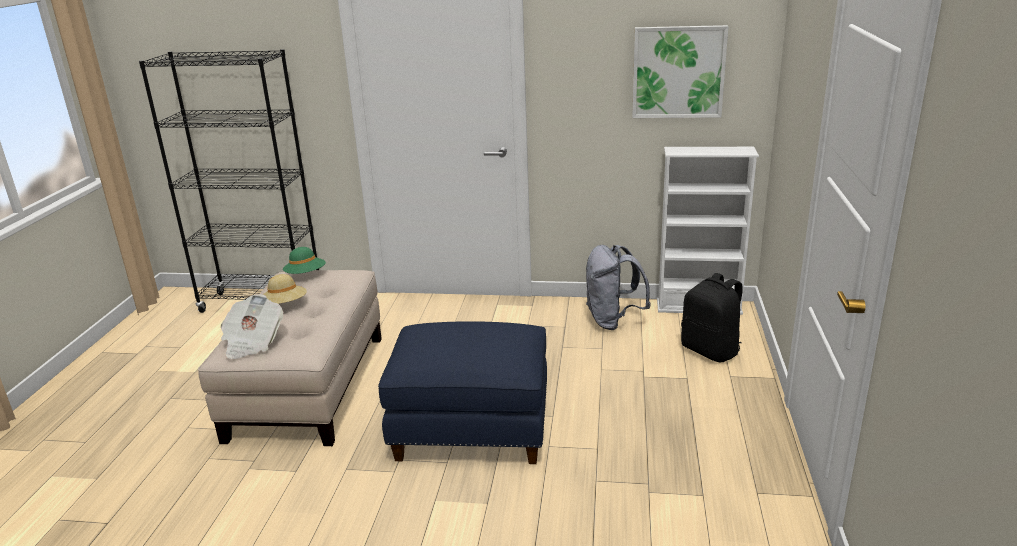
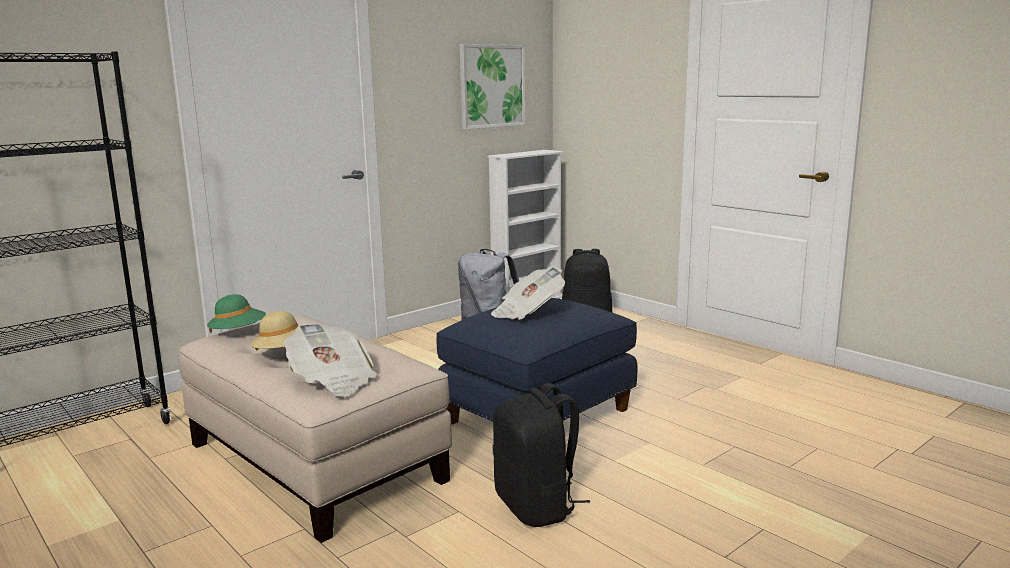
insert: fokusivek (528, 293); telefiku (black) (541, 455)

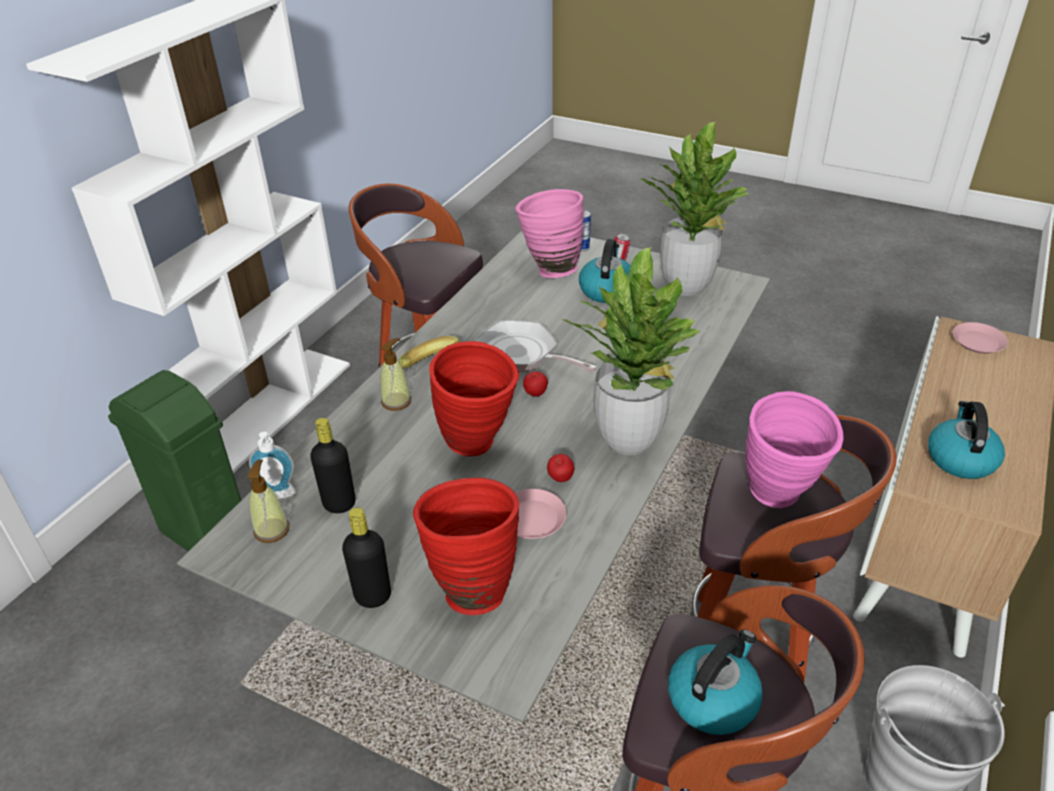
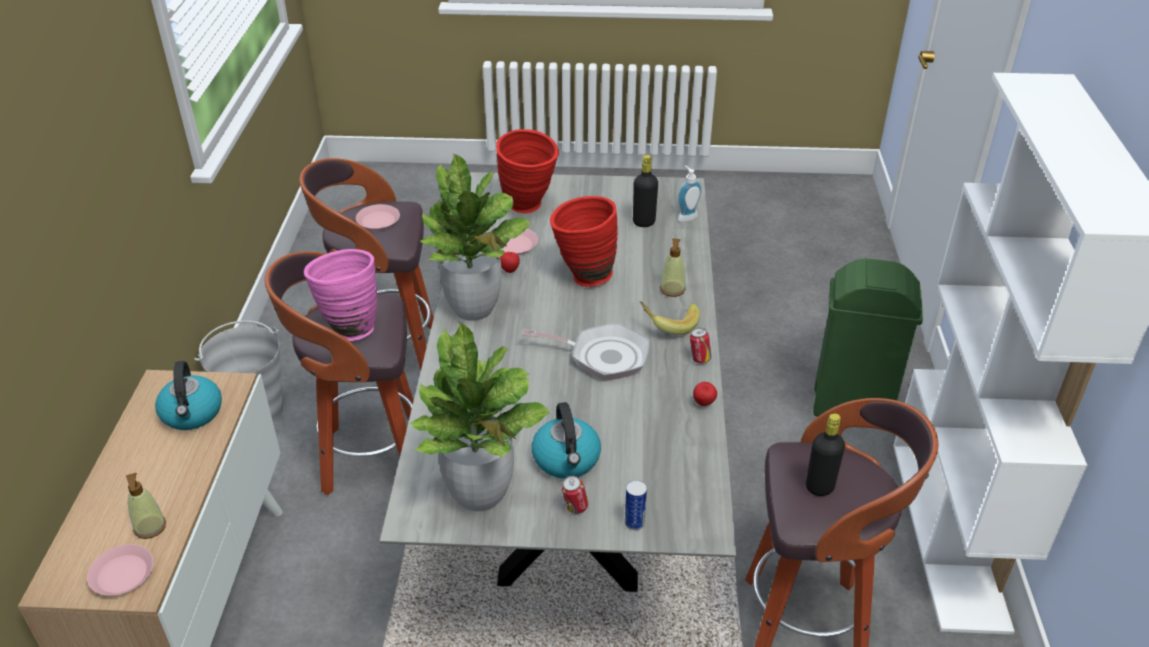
delete: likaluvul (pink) (549, 233)
insert: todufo (700, 346)
move: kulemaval (268, 501) to (146, 506); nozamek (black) (366, 557) to (825, 454); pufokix (535, 384) to (705, 394)
replace: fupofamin (715, 682) to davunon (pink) (378, 217)

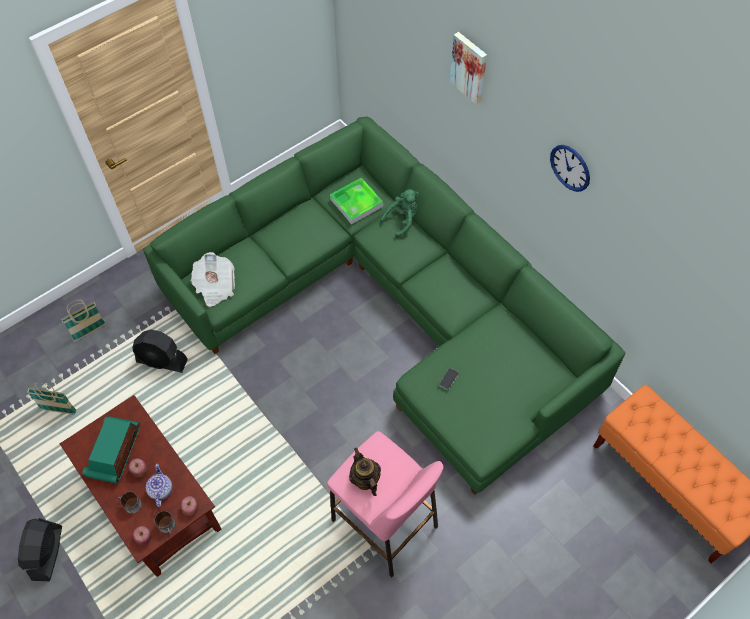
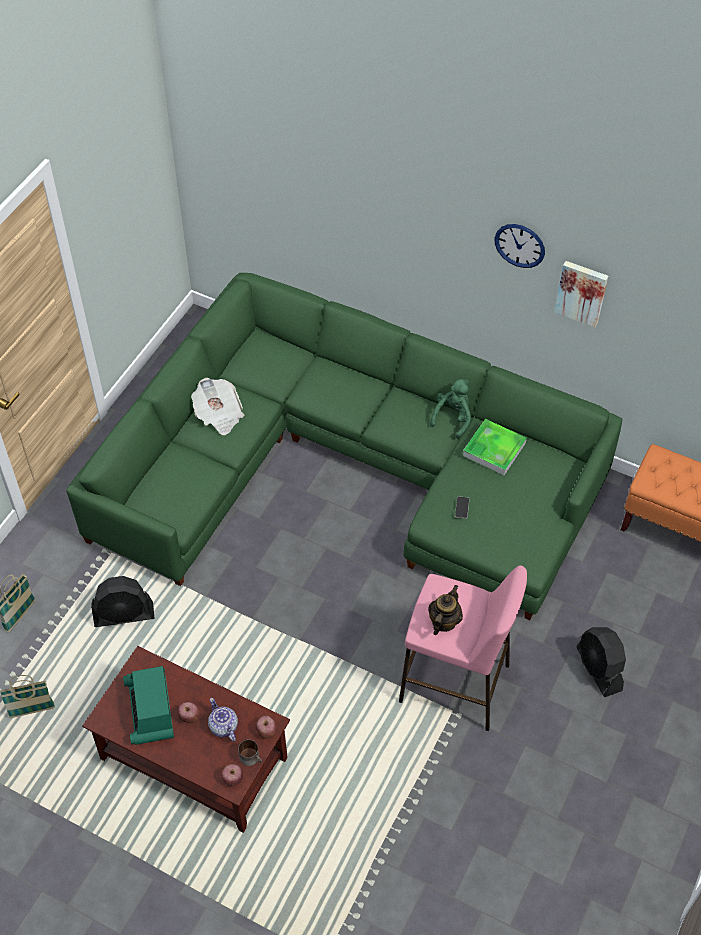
delete: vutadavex (130, 503)
move: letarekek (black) (40, 549) to (601, 662); fokusivek (213, 279) to (217, 406); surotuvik (356, 200) to (495, 447); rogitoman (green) (399, 213) to (450, 409); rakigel (468, 68) to (581, 294)
rotate: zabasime (365, 472) = (445, 610) 75 degrees clockwise

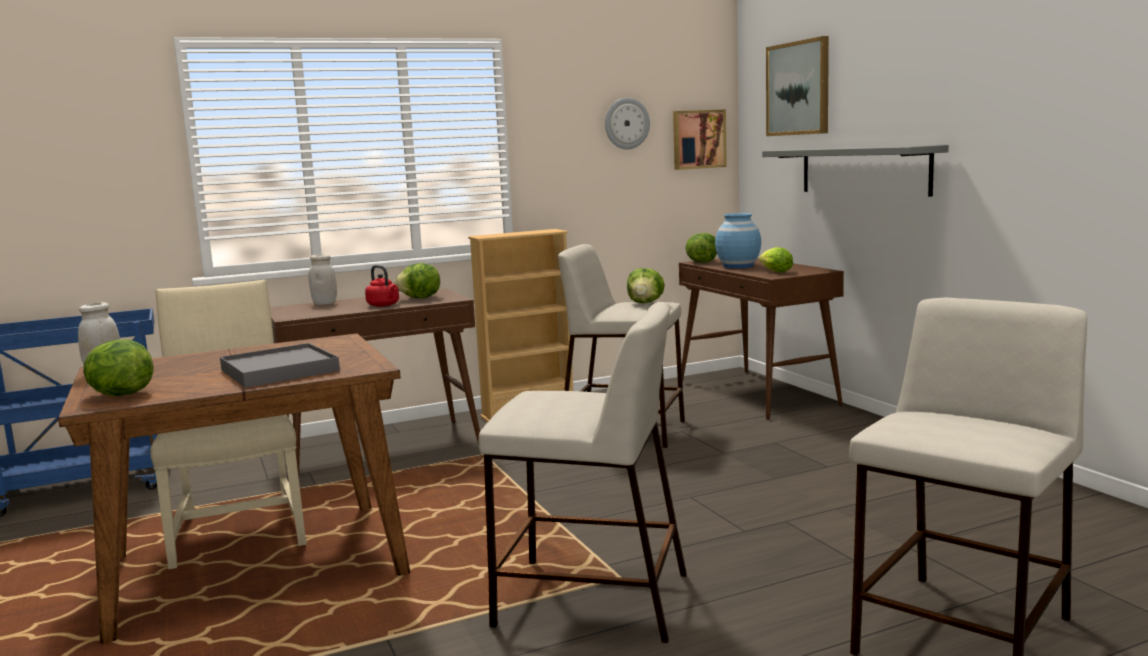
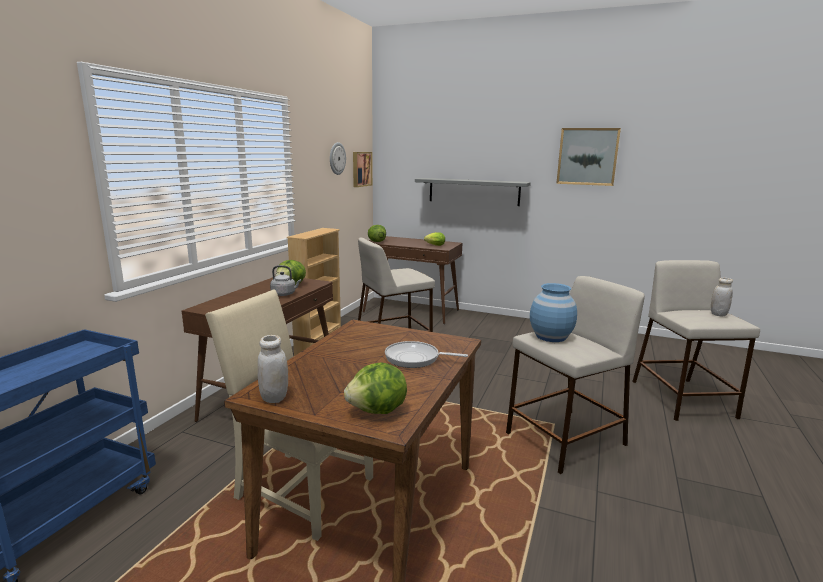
delete: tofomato (646, 285)
move: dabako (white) (323, 280) to (722, 297); likaluvul (blue) (738, 240) to (553, 312); rakigel (797, 86) to (588, 157)
replace: surotuvik (grey) (280, 365) to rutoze (426, 354)
recolor: fupofamin (red) (382, 286) to fupofamin (grey) (285, 280)

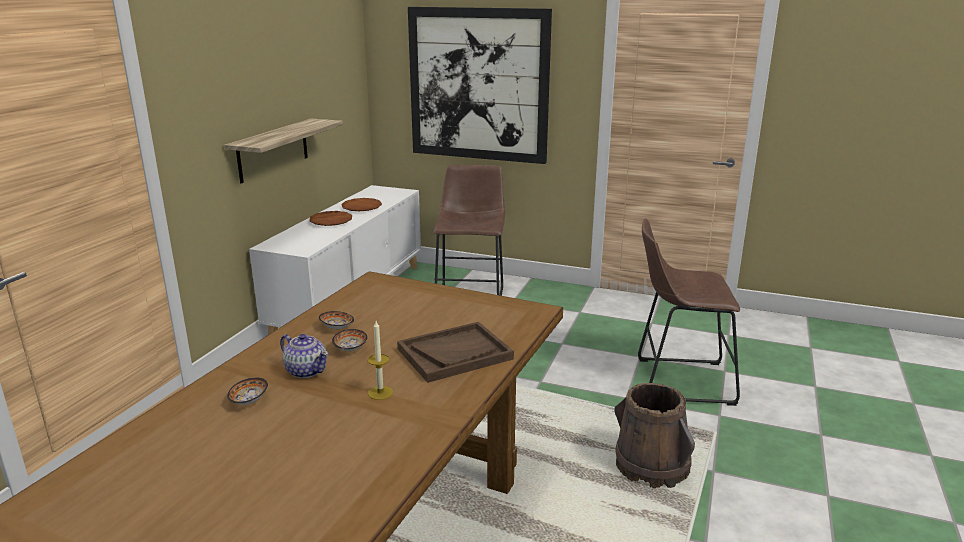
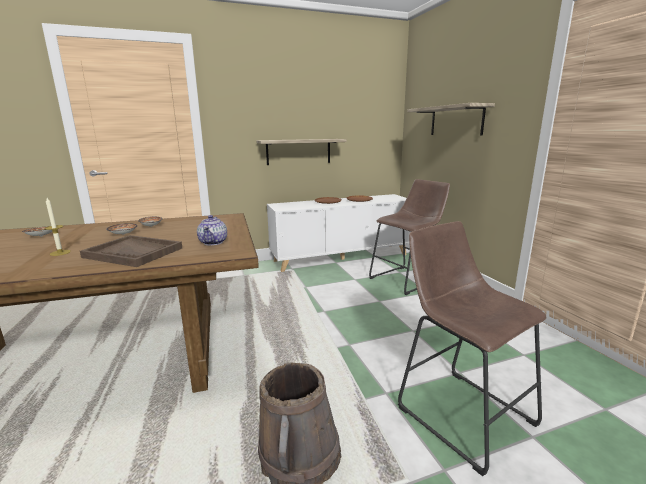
move: zabasime (304, 356) to (212, 230)
replace: rakigel (480, 85) to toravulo (451, 119)

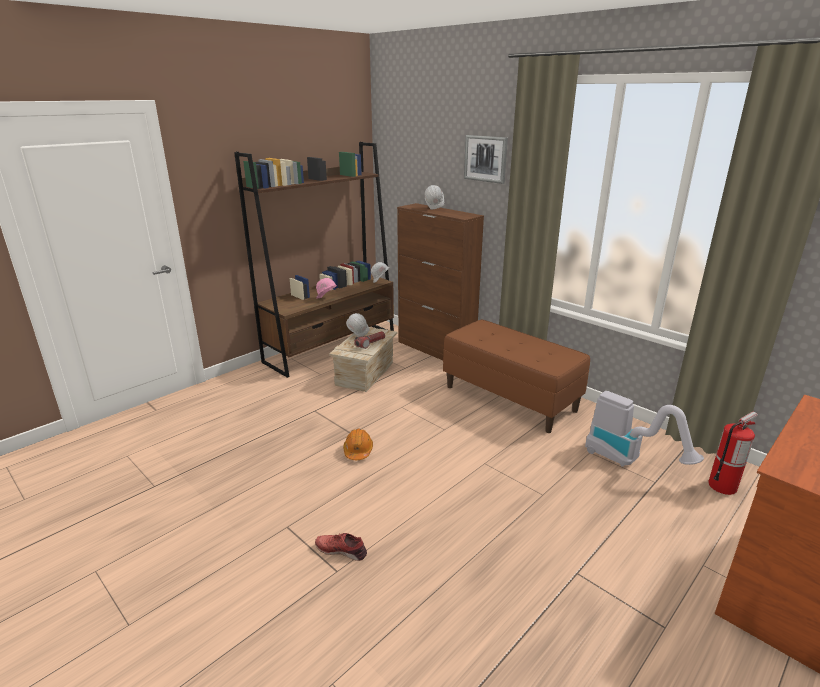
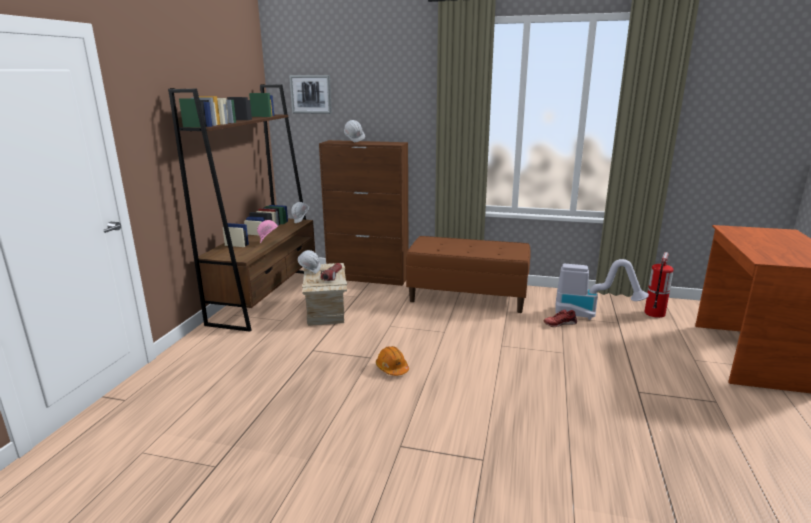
move: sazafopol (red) (341, 547) to (560, 318); rakigel (486, 159) to (310, 94)

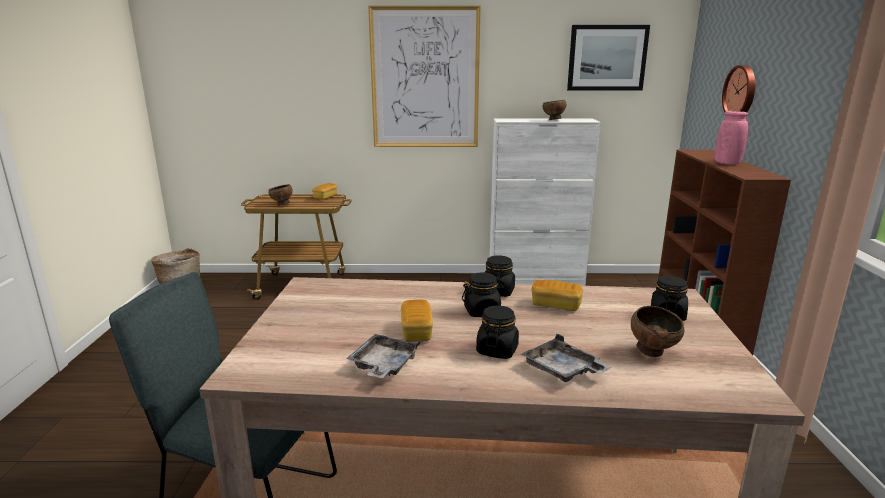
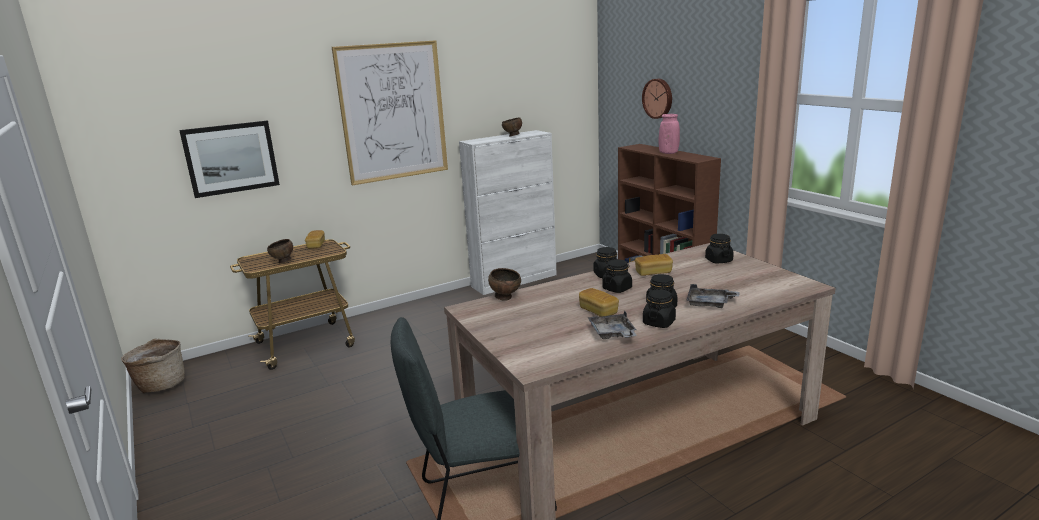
insert: dabako (black) (659, 308)
move: rakigel (608, 58) to (229, 159); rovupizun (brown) (657, 331) to (504, 284)

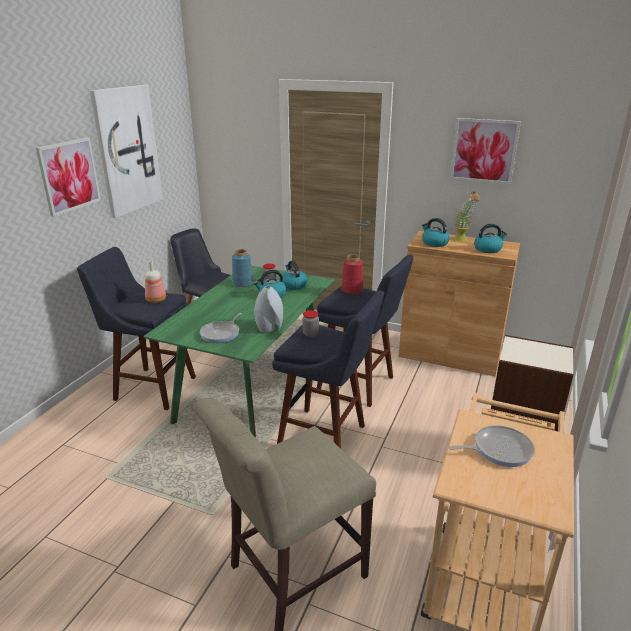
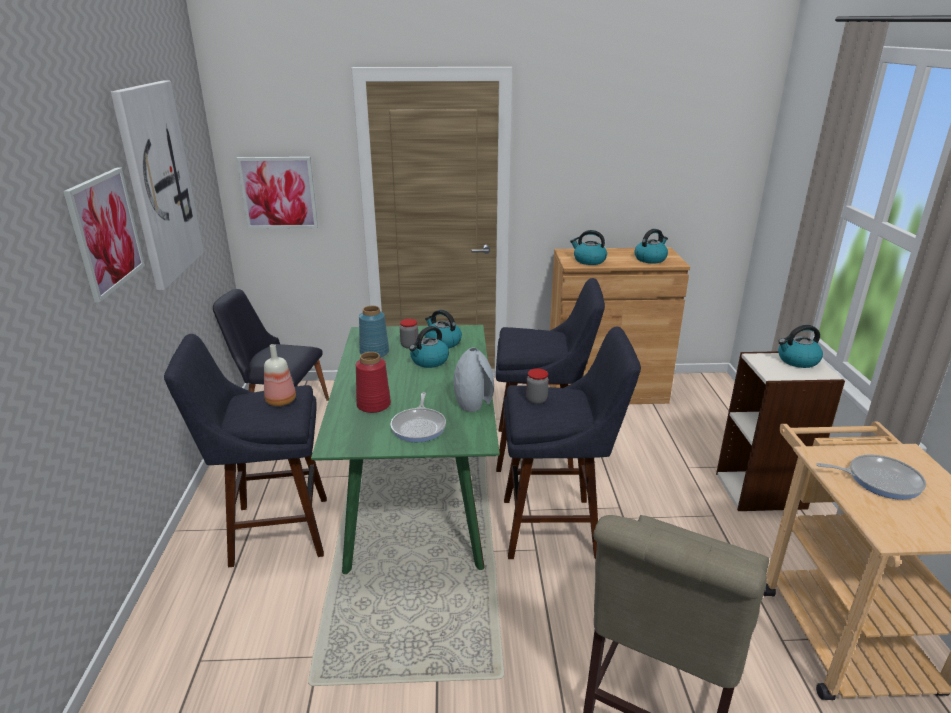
delete: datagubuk (466, 217)
insert: fupofamin (800, 346)
move: likaluvul (red) (352, 274) to (373, 382); rakigel (485, 151) to (277, 193)
rotate: rutoze (492, 446) = (871, 477) 45 degrees clockwise

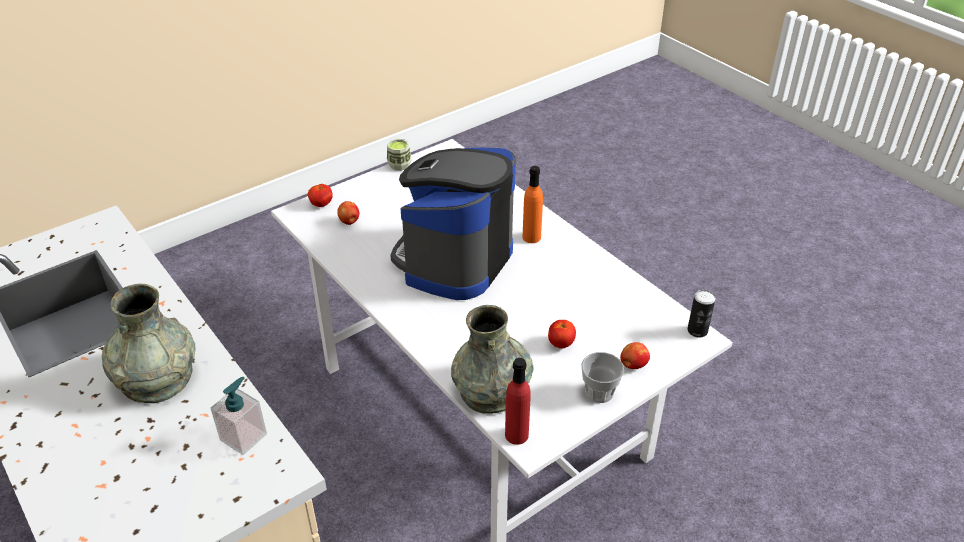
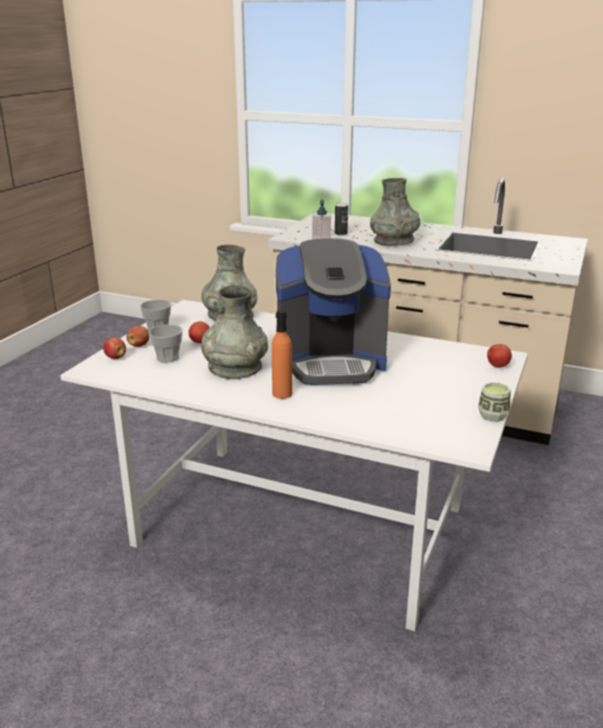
delete: nozamek (red) (518, 401)
insert: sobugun (165, 344); likaluvul (grey) (234, 332)
move: pufokix (348, 213) to (114, 348); todufo (701, 314) to (341, 219)
rotate: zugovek (453, 224) = (333, 311) 90 degrees clockwise

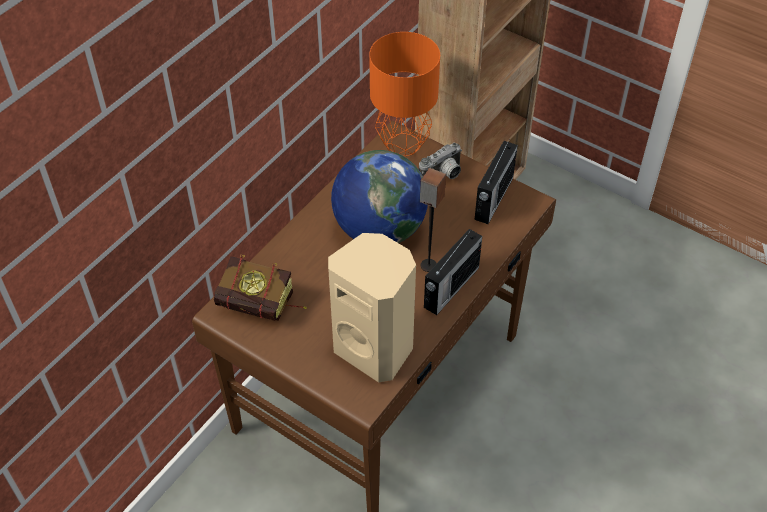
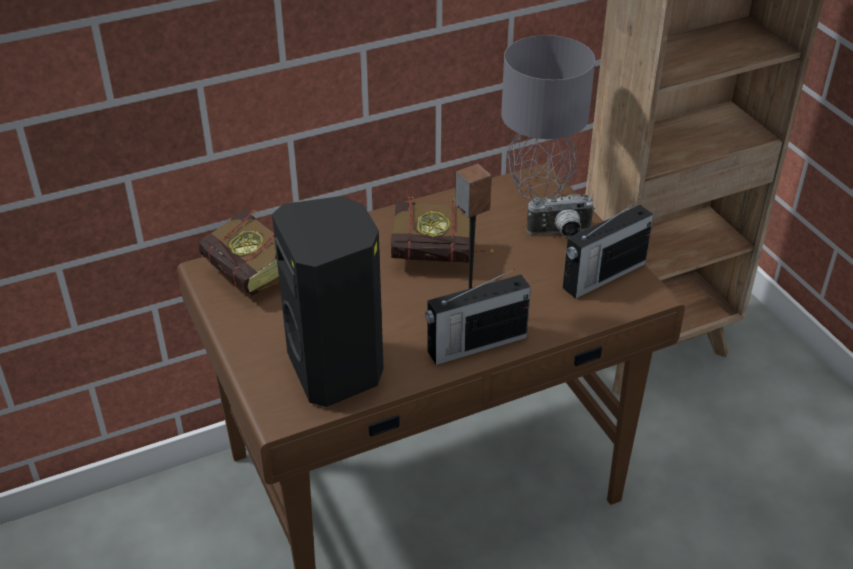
replace: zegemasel (379, 196) to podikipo (441, 230)
recolor: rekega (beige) (372, 308) to rekega (black) (328, 301); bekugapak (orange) (404, 94) to bekugapak (grey) (548, 117)

